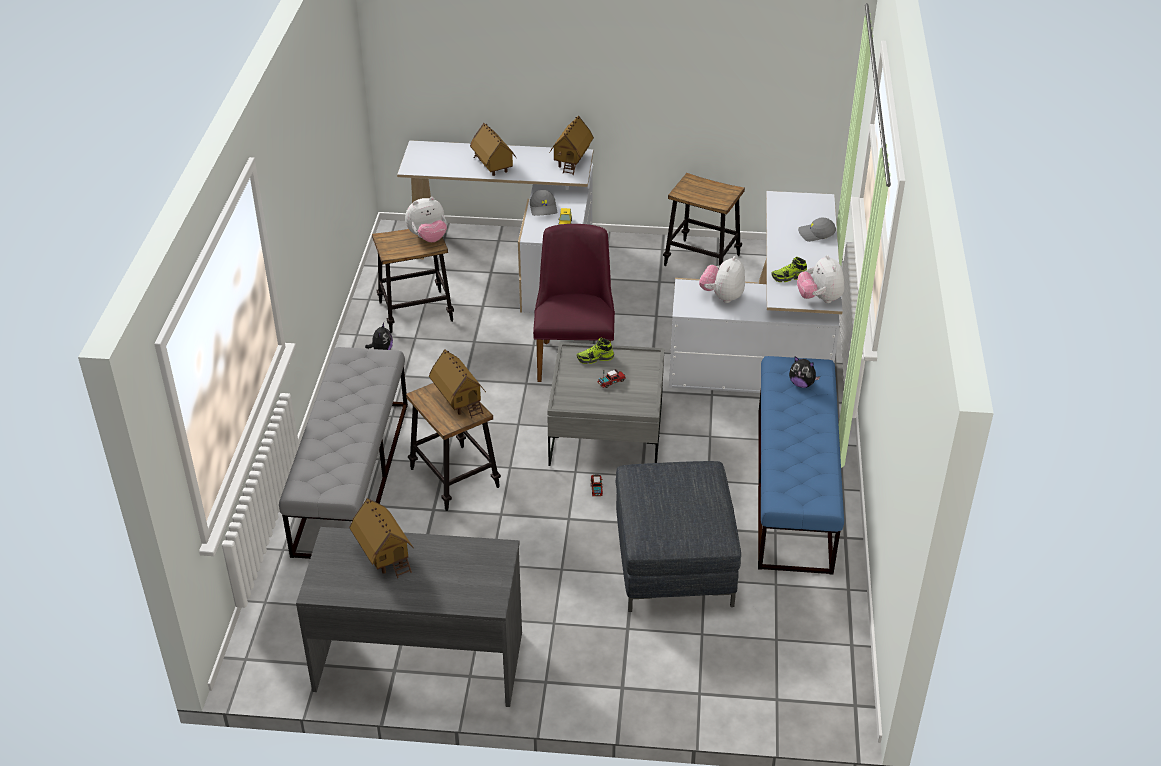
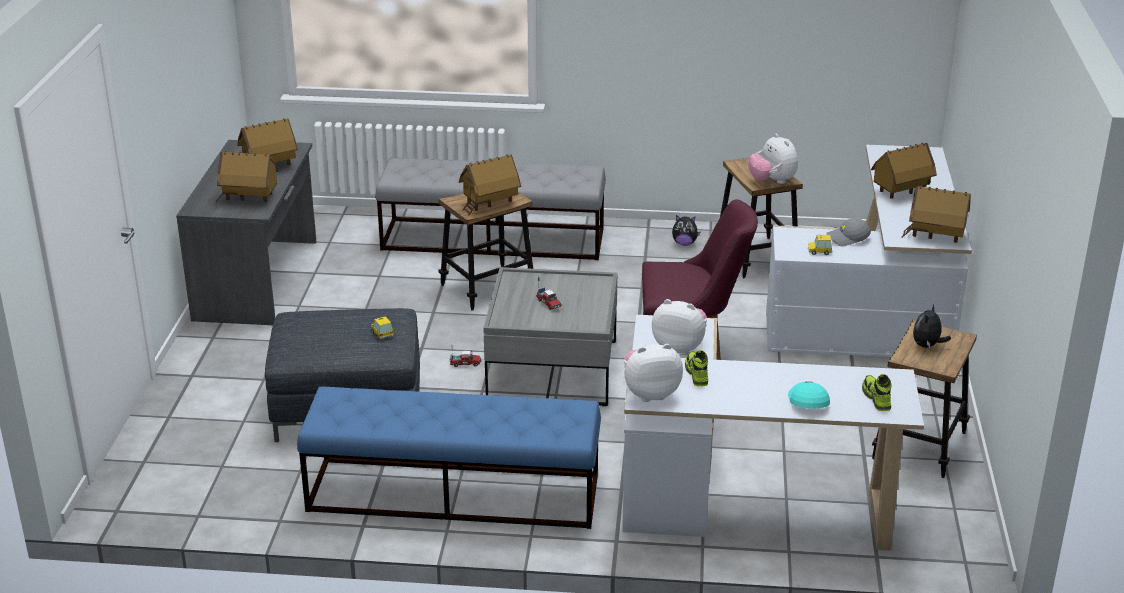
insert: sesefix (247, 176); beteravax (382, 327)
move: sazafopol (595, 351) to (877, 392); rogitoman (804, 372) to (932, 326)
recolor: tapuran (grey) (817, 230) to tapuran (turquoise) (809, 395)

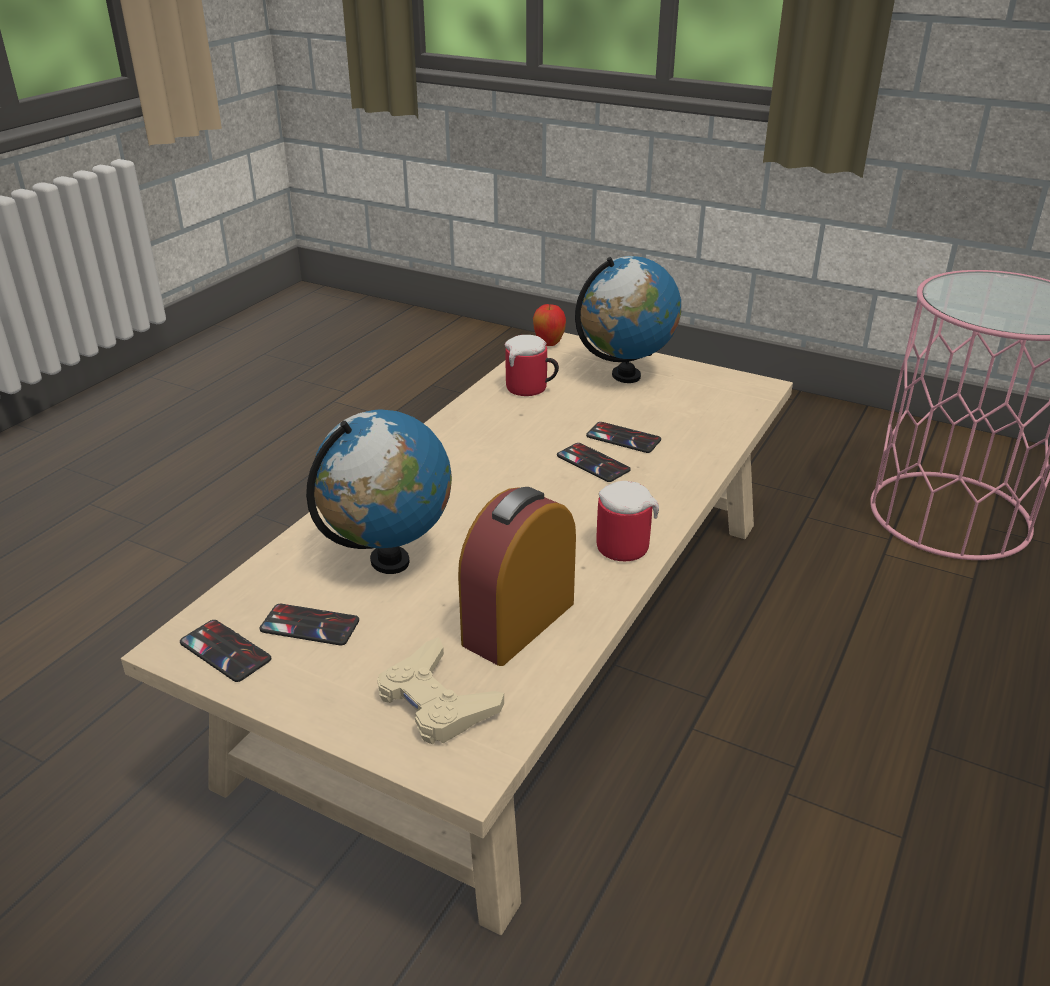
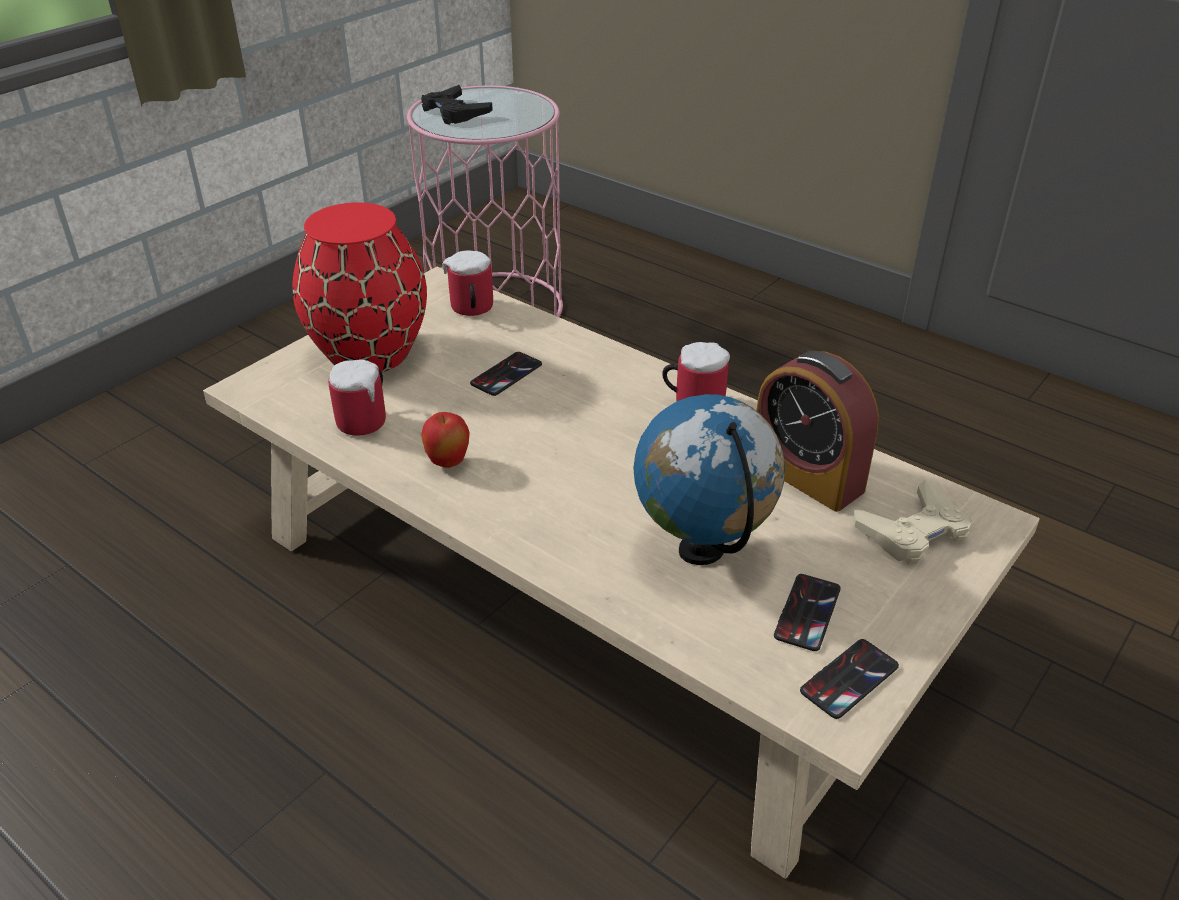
delete: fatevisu (594, 462)
insert: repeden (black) (457, 105); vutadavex (467, 283)
move: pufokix (549, 325) to (445, 440)
replace: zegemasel (628, 319) to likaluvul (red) (360, 287)

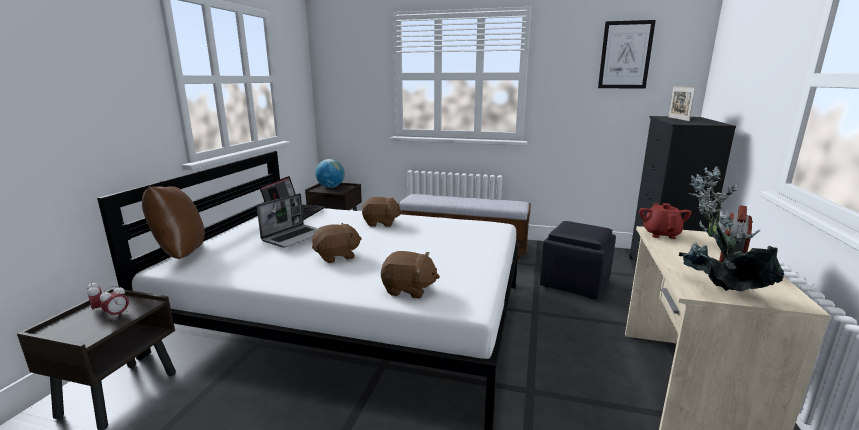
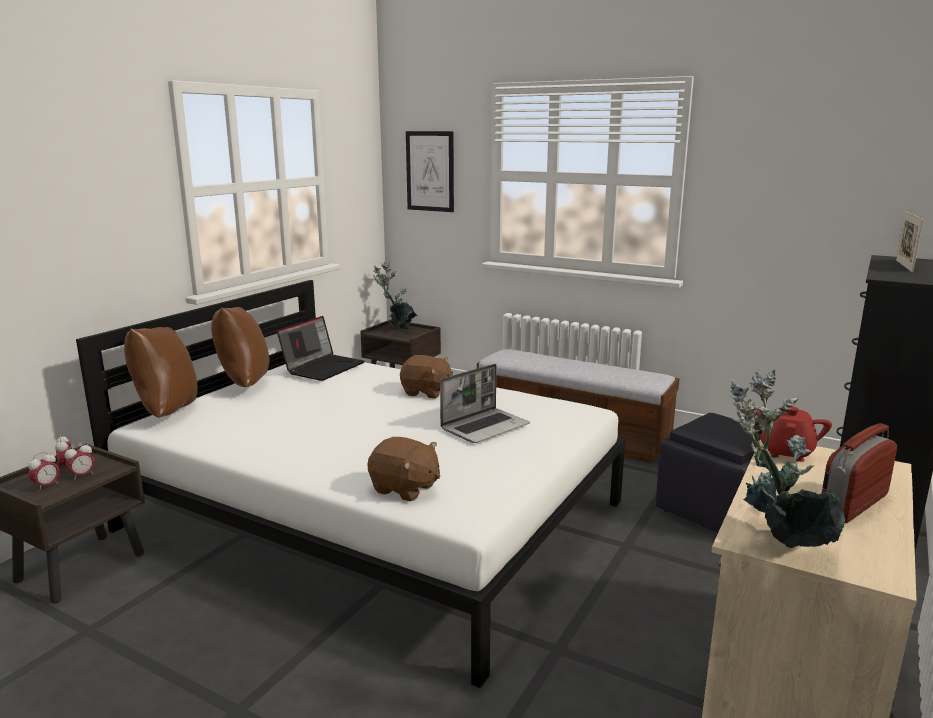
delete: rogitoman (brown) (337, 243)
insert: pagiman (43, 471); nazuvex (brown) (240, 347)
move: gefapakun (287, 220) to (485, 403); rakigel (627, 54) to (430, 171)
replace: zegemasel (330, 173) to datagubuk (395, 295)

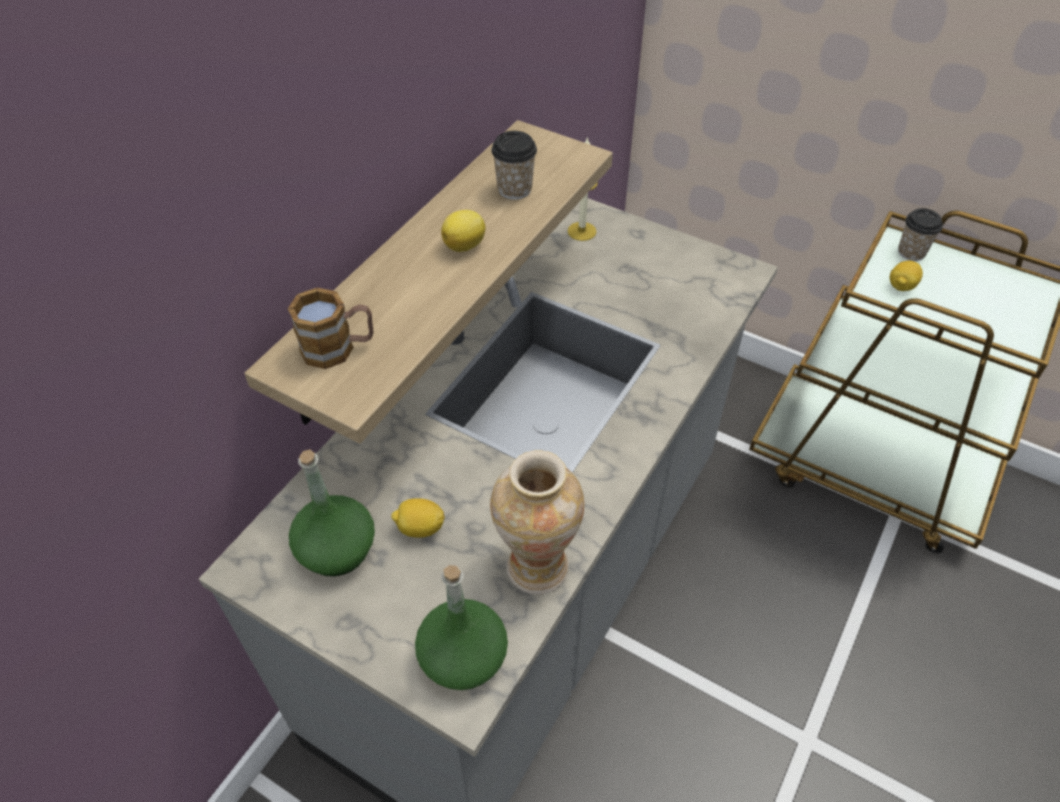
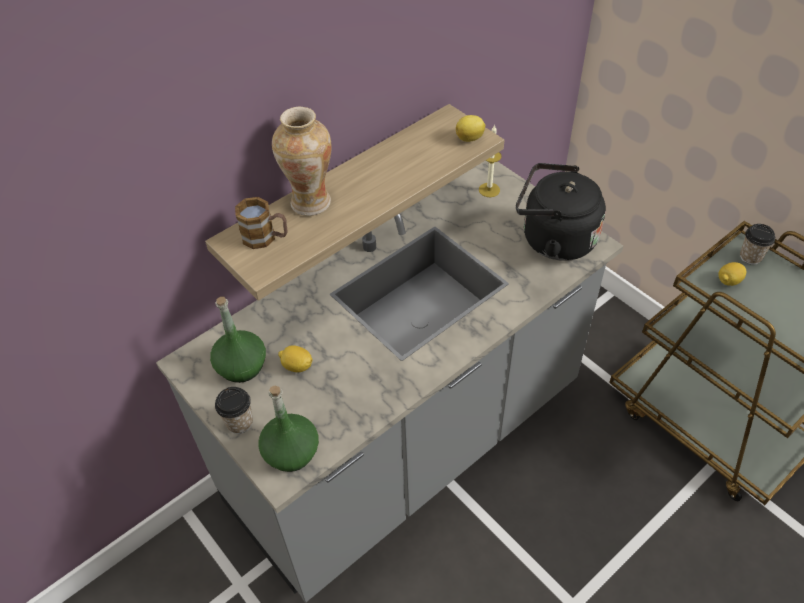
insert: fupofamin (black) (561, 212)
move: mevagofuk (463, 231) to (471, 128); likaluvul (537, 522) to (302, 161); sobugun (514, 165) to (234, 410)

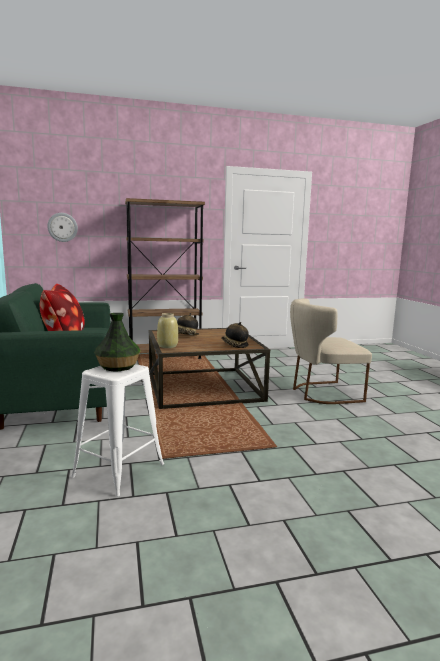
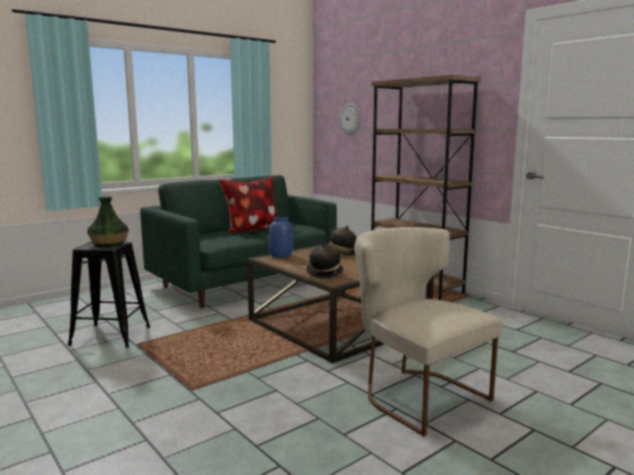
recolor: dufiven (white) (117, 430) to dufiven (black) (109, 294); likaluvul (beige) (167, 330) to likaluvul (blue) (281, 237)

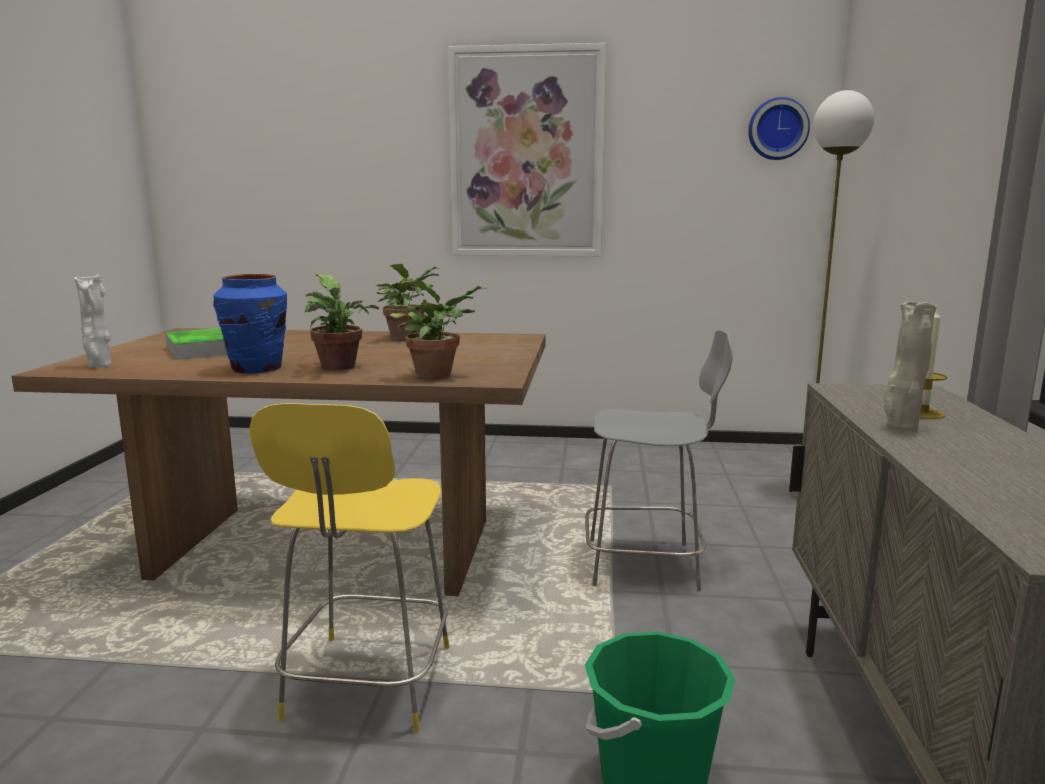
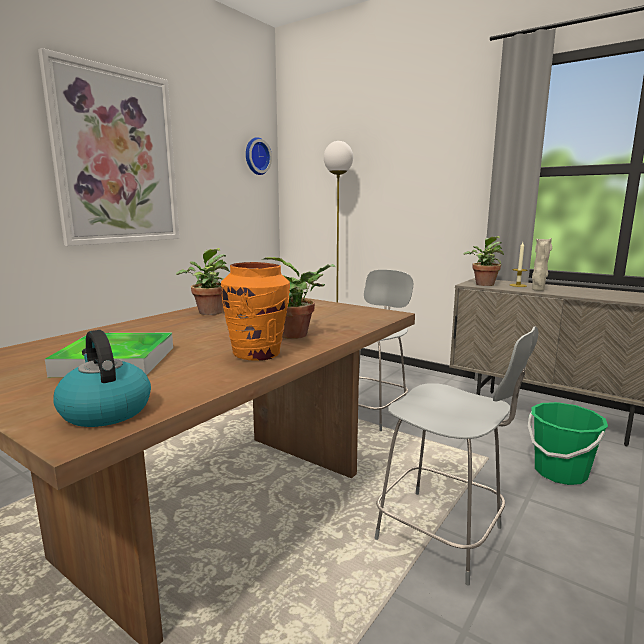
move: datagubuk (438, 330) to (483, 261)
replace: likaluvul (white) (92, 321) to fupofamin (102, 378)
recolor: likaluvul (blue) (250, 324) to likaluvul (orange) (255, 311); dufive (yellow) (349, 567) to dufive (grey) (456, 456)

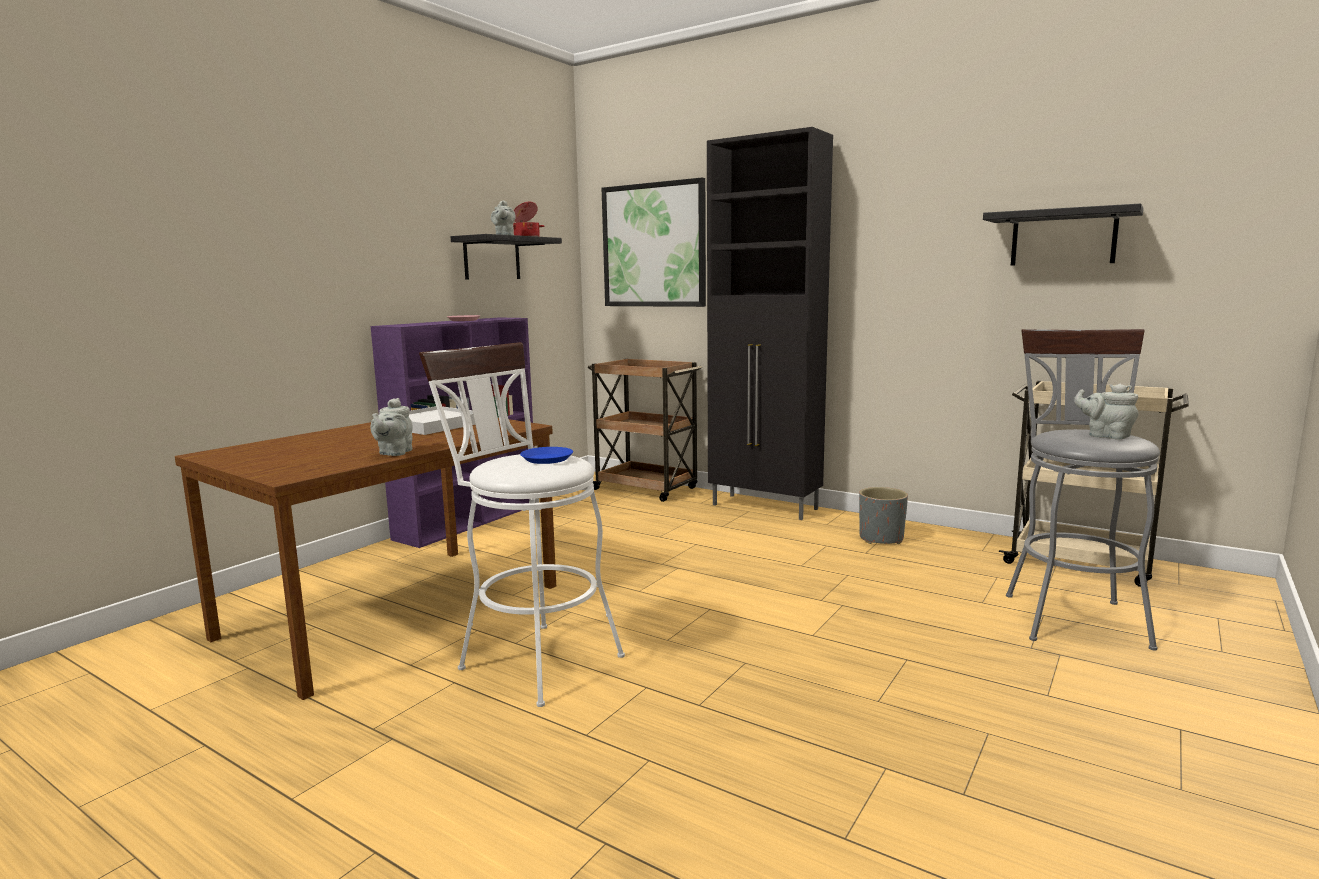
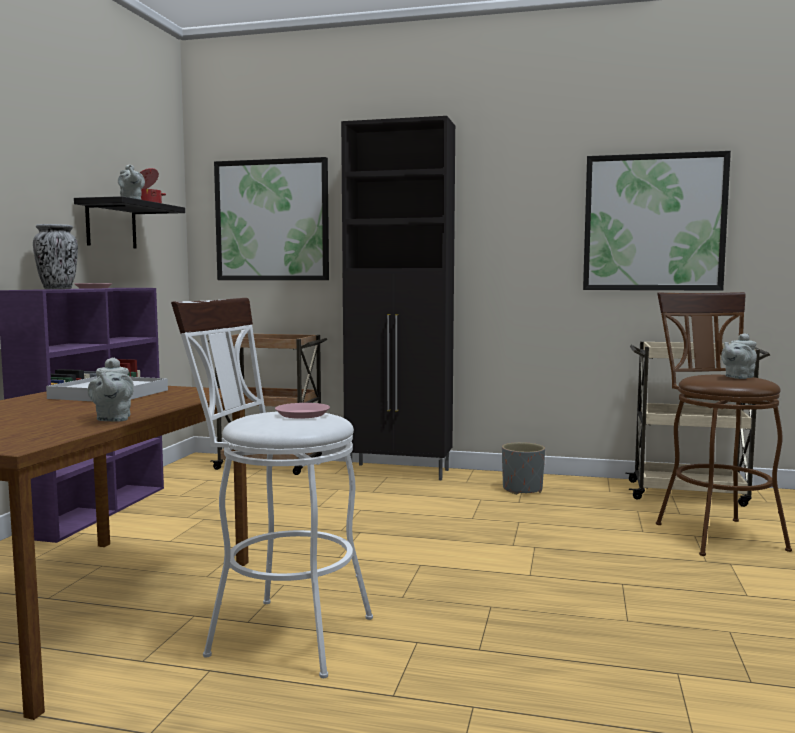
insert: likaluvul (55, 256)
replace: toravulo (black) (1063, 234) to rakigel (657, 221)
recolor: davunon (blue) (546, 455) to davunon (pink) (302, 411); dufiven (grey) (1083, 490) to dufiven (brown) (724, 424)
rotate: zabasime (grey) (1106, 412) = (739, 356) 60 degrees counterclockwise

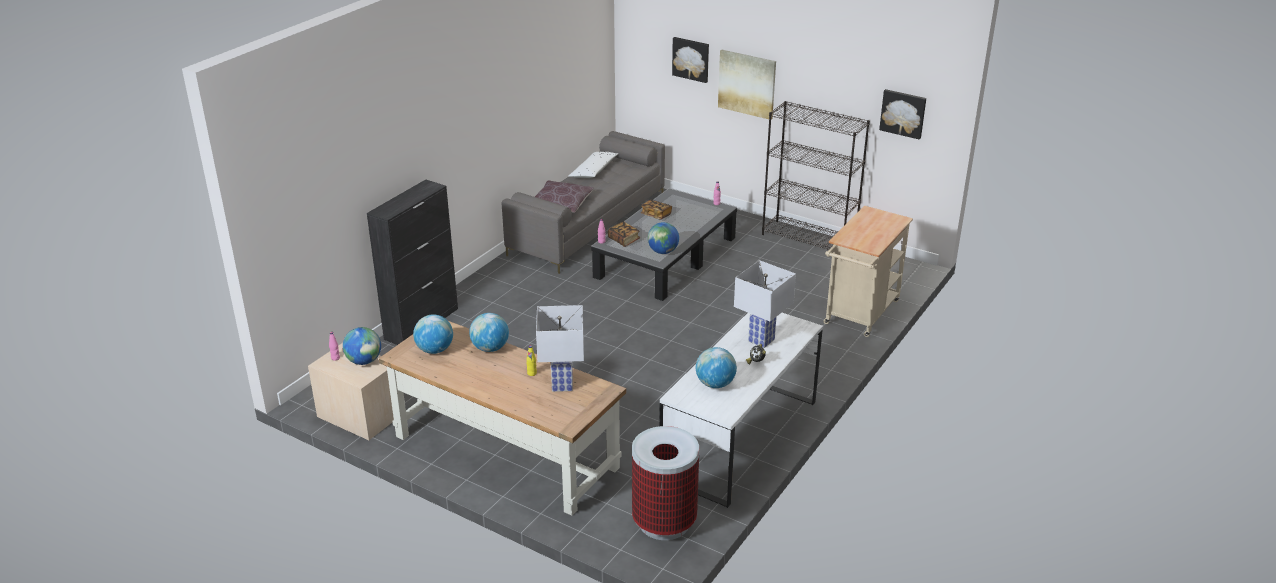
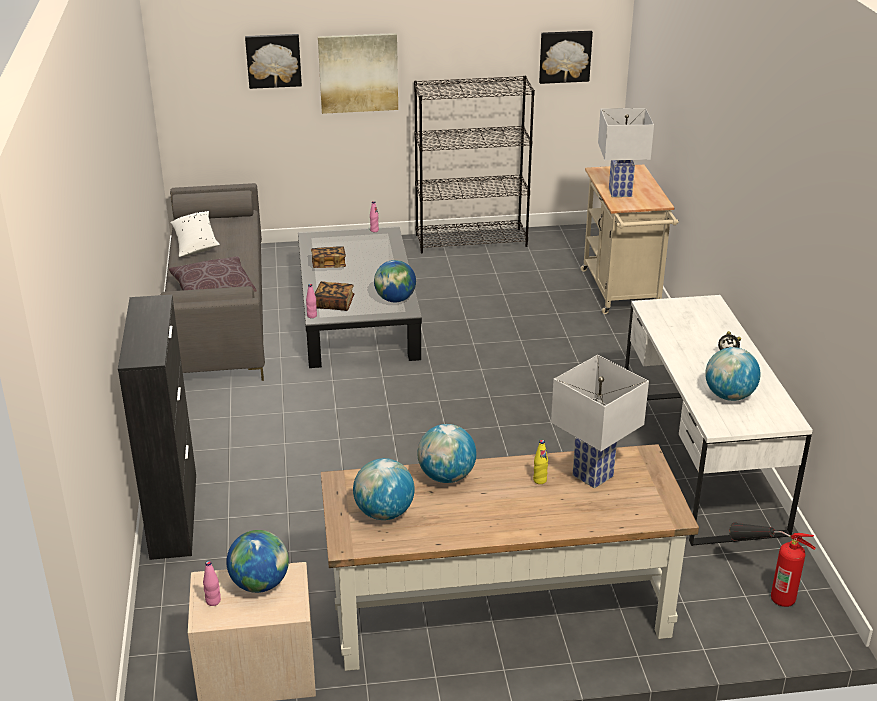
move: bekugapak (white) (765, 304) to (626, 152)
replace: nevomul (665, 483) to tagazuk (772, 564)

